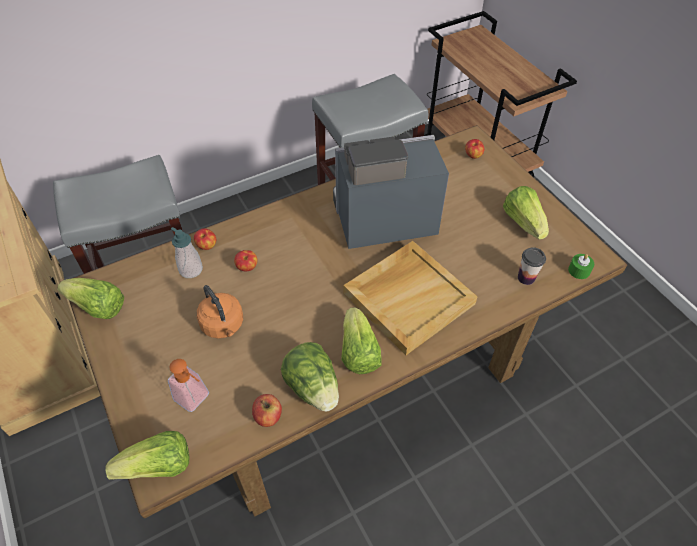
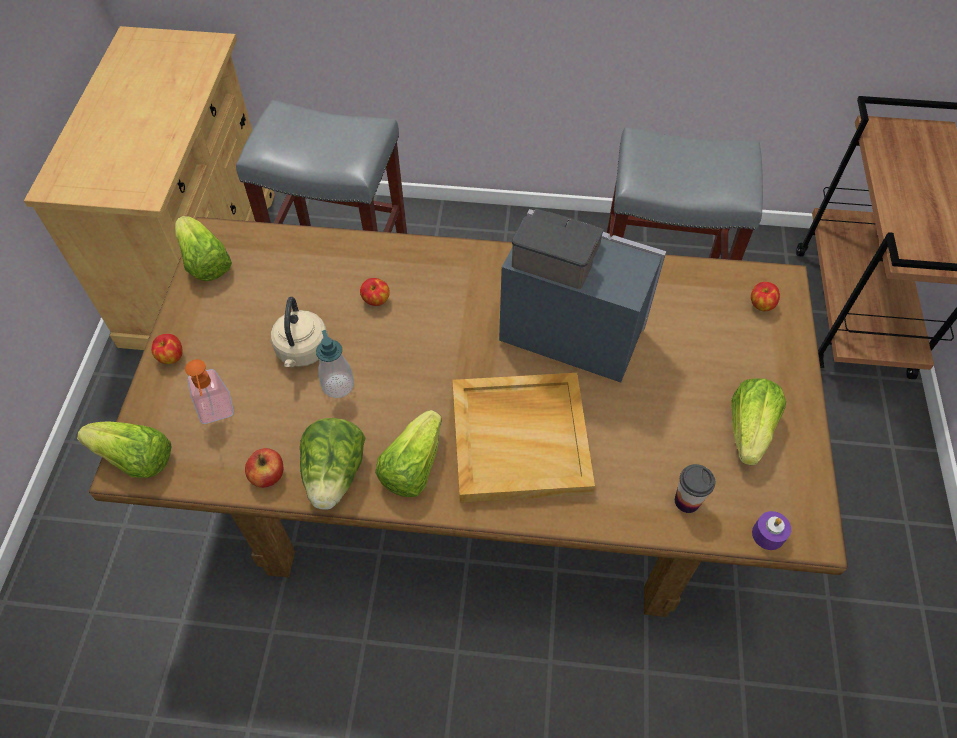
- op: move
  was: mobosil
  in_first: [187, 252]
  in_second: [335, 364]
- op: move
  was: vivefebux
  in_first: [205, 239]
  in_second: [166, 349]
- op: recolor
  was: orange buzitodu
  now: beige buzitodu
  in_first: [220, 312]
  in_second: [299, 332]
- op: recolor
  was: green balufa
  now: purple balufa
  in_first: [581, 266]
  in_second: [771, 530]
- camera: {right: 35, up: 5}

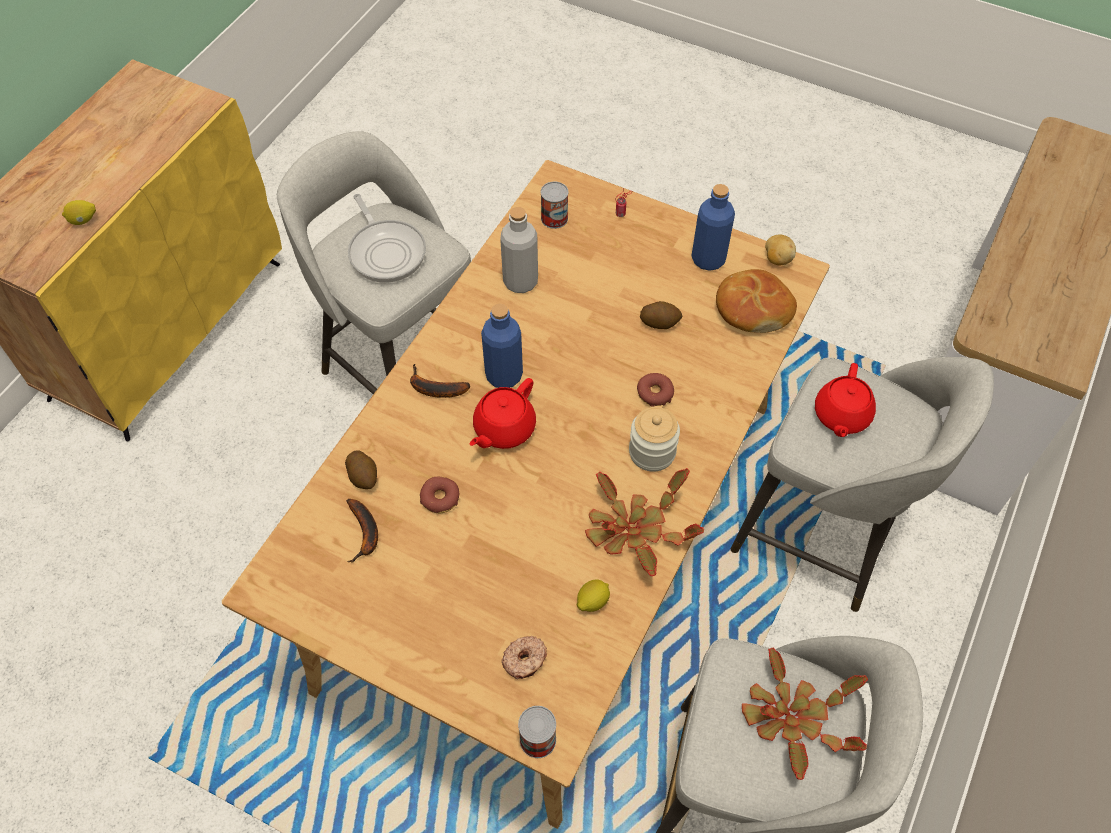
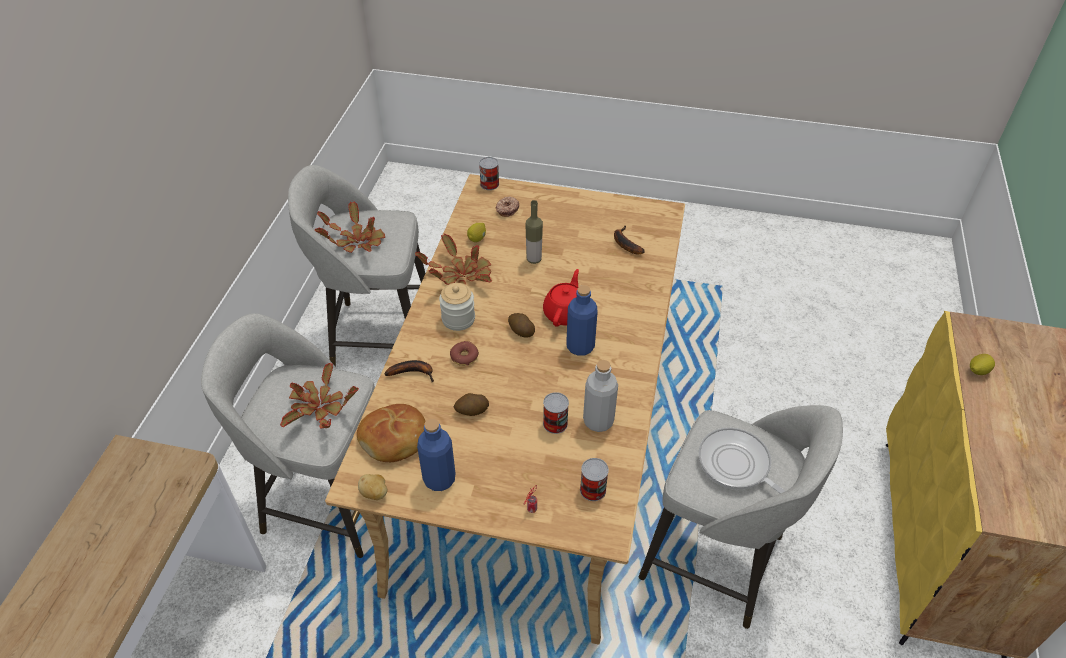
- op: delete
  was: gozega
  in_first: [439, 495]
- op: insert
  now: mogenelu
  in_second: [534, 232]
- op: insert
  now: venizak
  in_second: [556, 413]
- op: move
  was: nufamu
  in_first: [361, 469]
  in_second: [521, 325]
- op: move
  was: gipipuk
  in_first: [440, 381]
  in_second: [409, 371]
- op: replace
  was: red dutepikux
  now: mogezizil
  in_first: [845, 400]
  in_second: [319, 396]
- camera: {right: 165, up: -10}

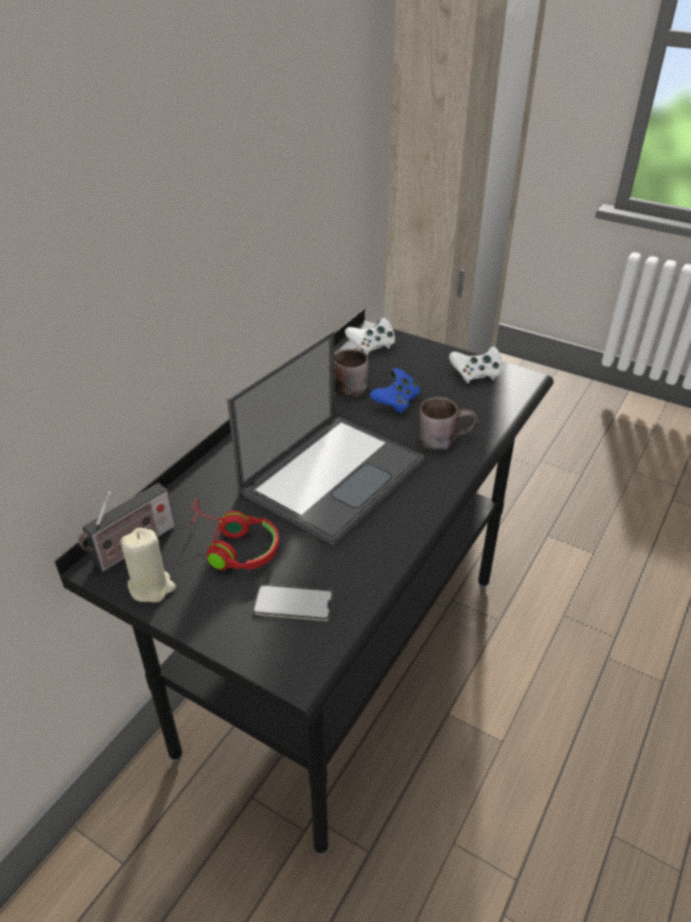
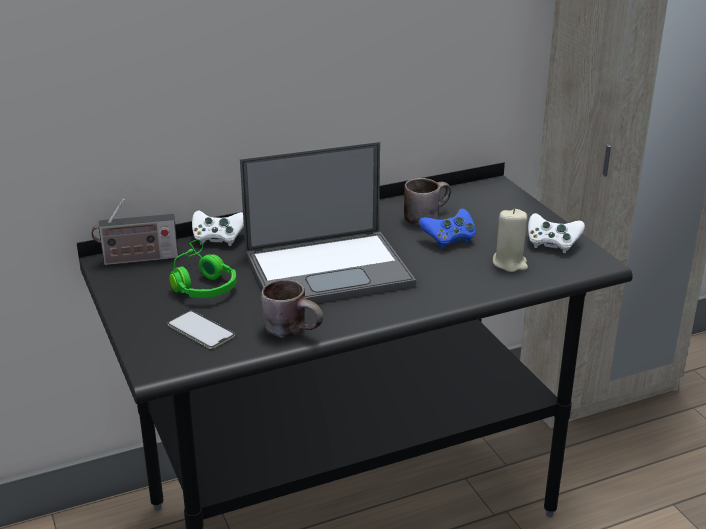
- op: move
  was: beige balufa
  in_first: [148, 565]
  in_second: [510, 240]
- op: move
  was: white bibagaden
  in_first: [370, 336]
  in_second: [218, 228]
- op: move
  was: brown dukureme
  in_first: [448, 424]
  in_second: [292, 308]
- op: recolor
  was: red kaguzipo
  now: green kaguzipo
  in_first: [234, 534]
  in_second: [203, 268]
- camera: {right: 35, up: -10}

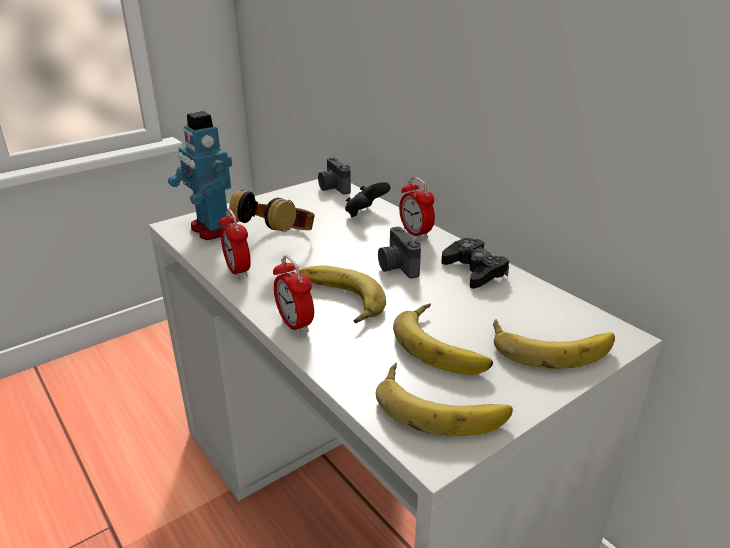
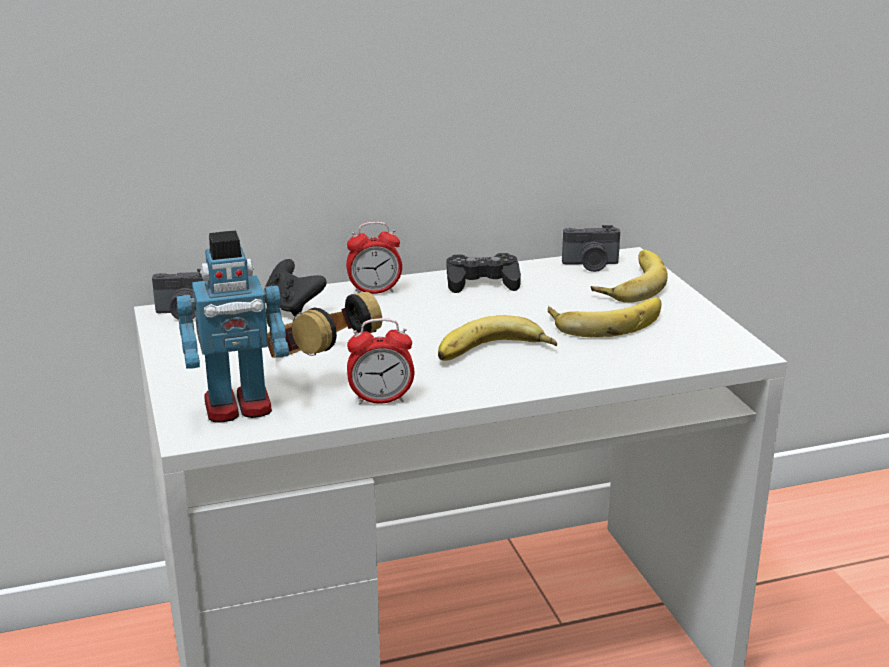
- op: delete
  was: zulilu
  in_first: [293, 295]
- op: delete
  was: gipipuk
  in_first: [444, 399]
- op: move
  was: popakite
  in_first: [399, 253]
  in_second: [591, 248]
- camera: {right: -70, up: -5}

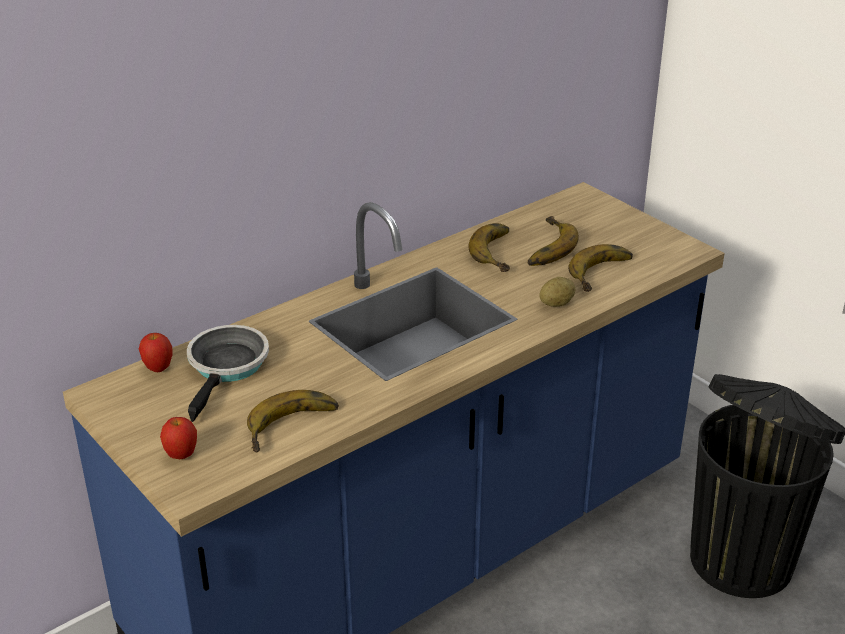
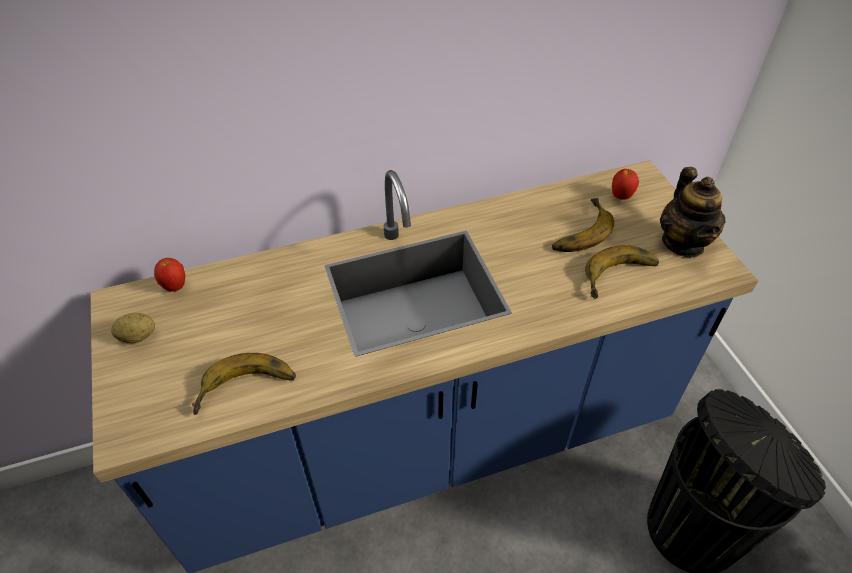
- op: delete
  was: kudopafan
  in_first: [228, 373]
- op: delete
  was: gipipuk
  in_first: [489, 247]
- op: insert
  now: dutepikux
  in_second: [693, 212]
- op: move
  was: vivefebux
  in_first: [178, 438]
  in_second: [625, 184]
- op: move
  was: nufamu
  in_first: [557, 292]
  in_second: [133, 328]
- camera: {right: 20, up: 15}

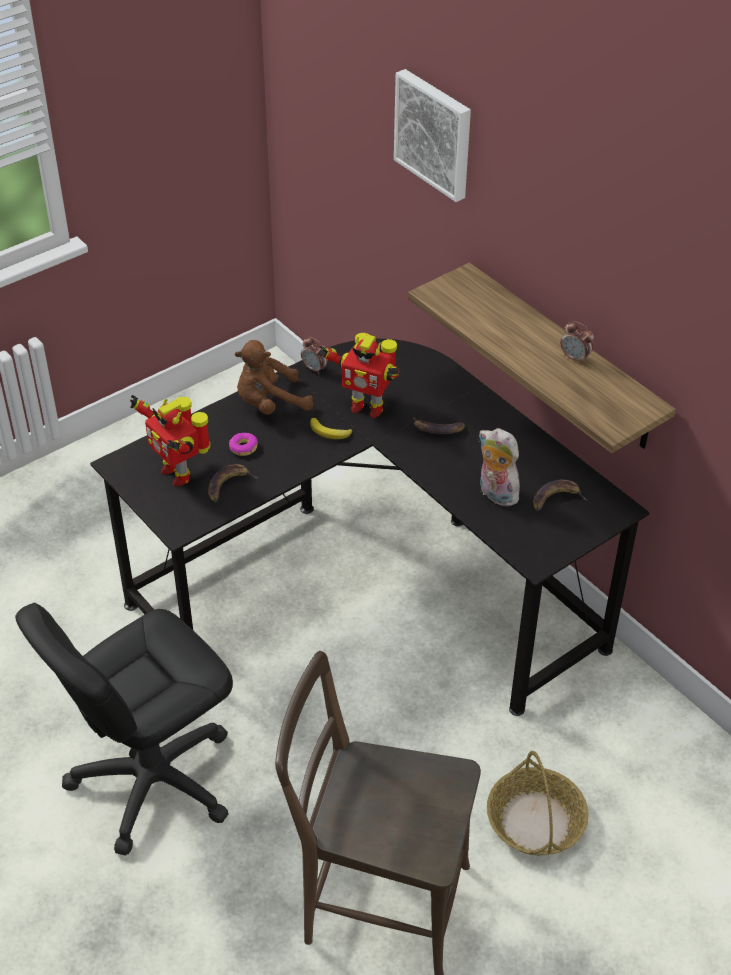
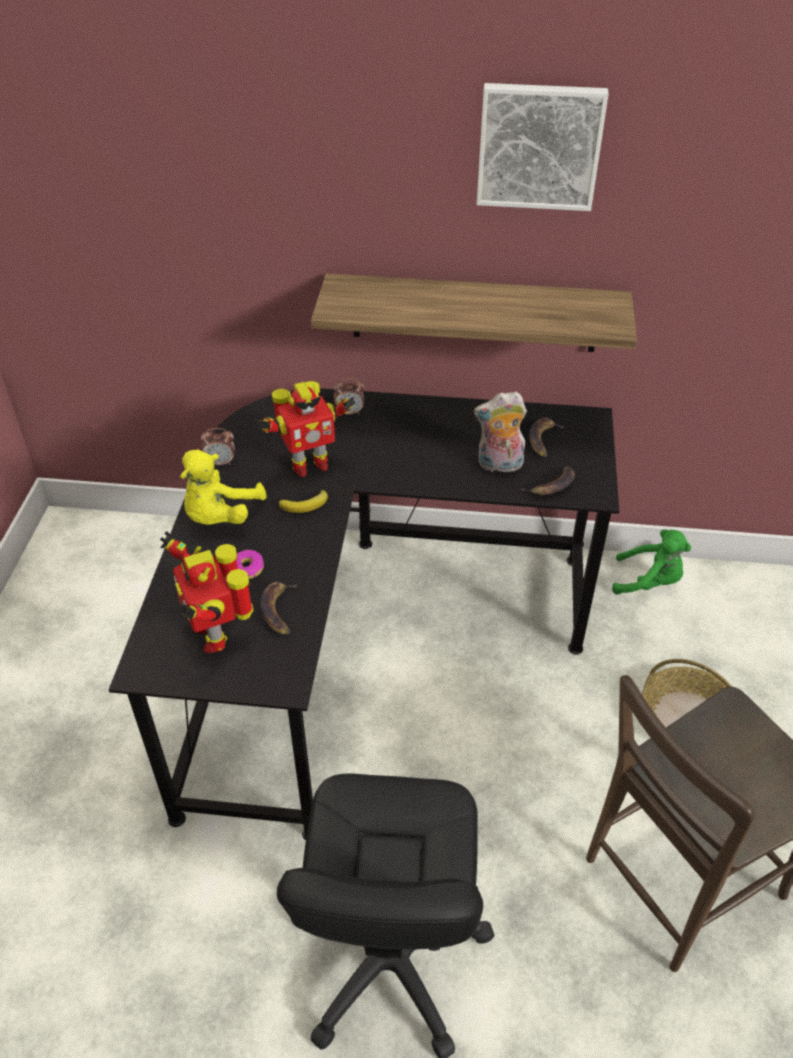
- op: insert
  now: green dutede
  in_second: [651, 562]
- op: move
  was: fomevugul
  in_first: [432, 135]
  in_second: [543, 147]
- op: move
  was: gipipuk
  in_first: [439, 425]
  in_second: [548, 480]
- op: move
  was: zulilu
  in_first: [577, 342]
  in_second: [349, 397]
- op: recolor
  was: brown dutede
  now: yellow dutede
  in_first: [274, 377]
  in_second: [223, 487]
- op: rotate
  was: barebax
  in_first: [170, 441]
  in_second: [206, 592]
  clockwise: 60
- camera: {right: -45, up: 0}

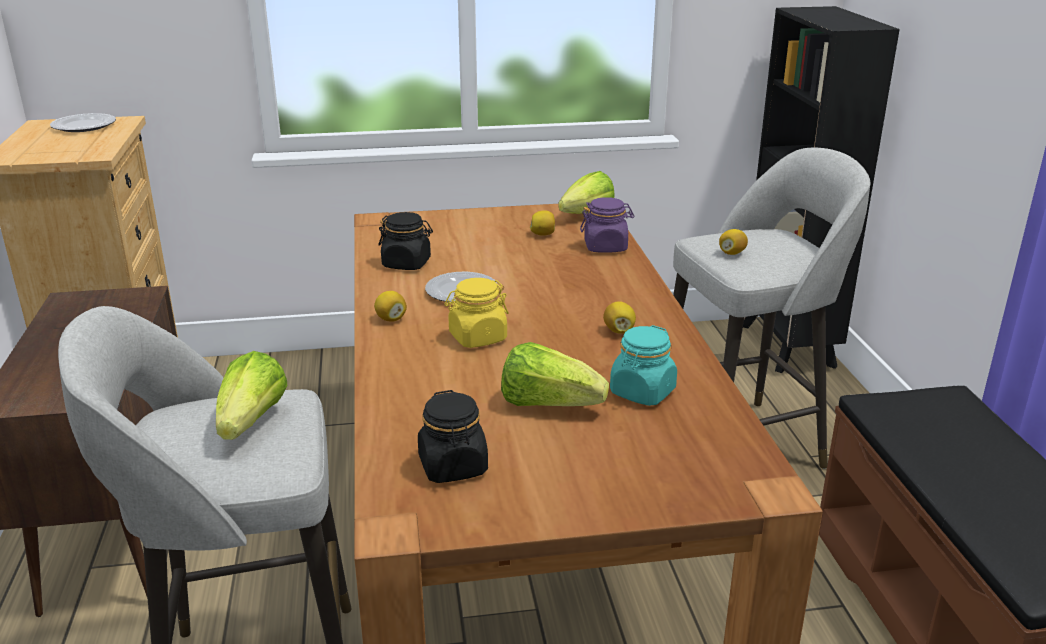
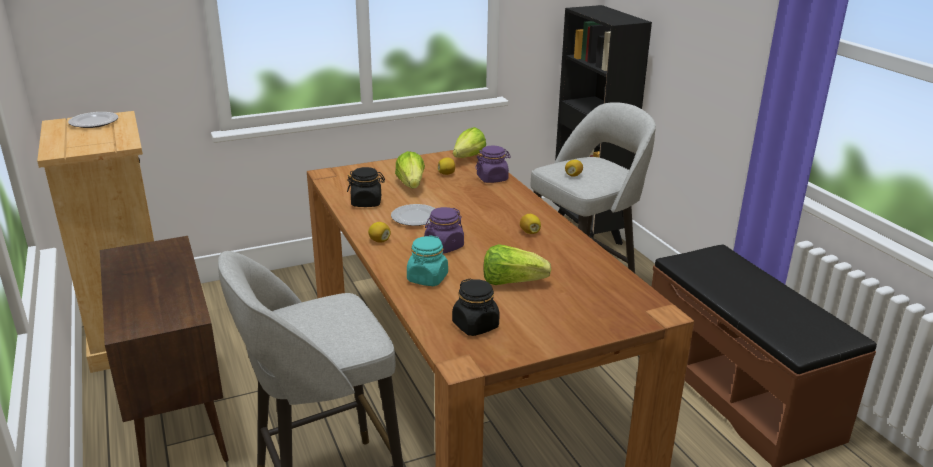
- op: move
  was: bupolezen
  in_first: [251, 395]
  in_second: [410, 169]
- op: move
  was: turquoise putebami
  in_first: [643, 365]
  in_second: [427, 260]
- op: recolor
  was: yellow putebami
  now: purple putebami
  in_first: [476, 313]
  in_second: [444, 230]
- camera: {right: -15, up: 0}

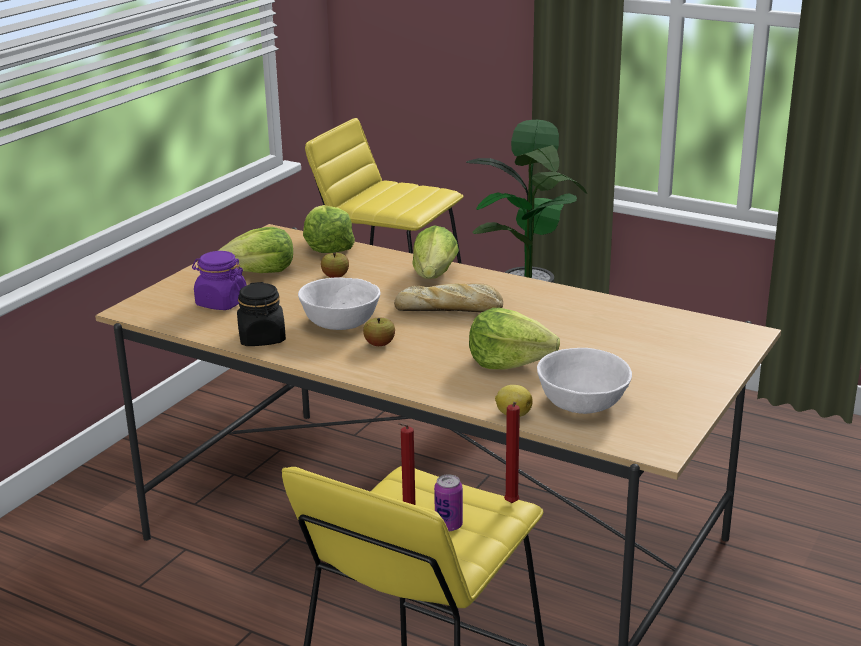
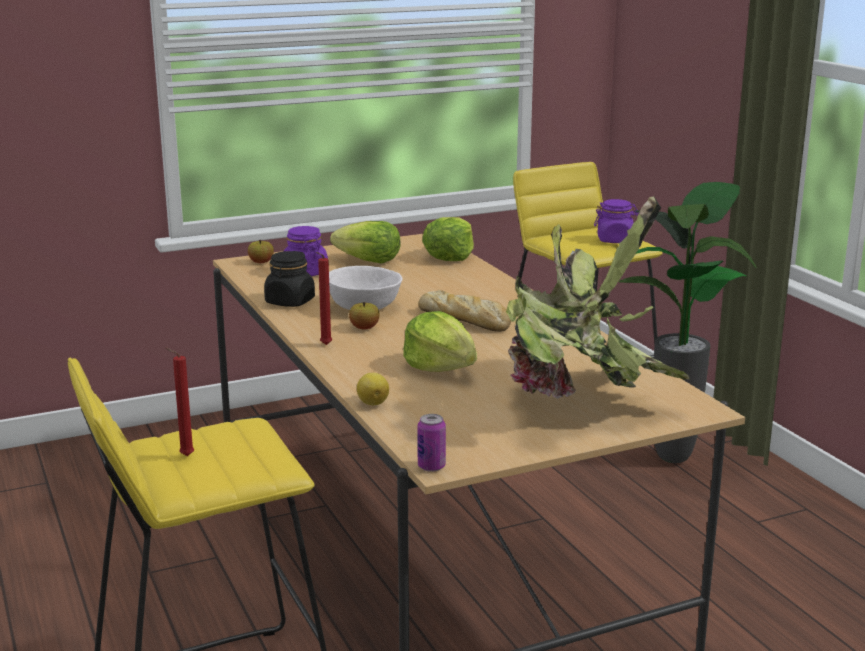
- op: delete
  was: bupolezen
  in_first: [435, 252]
- op: delete
  was: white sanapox
  in_first: [584, 381]
- op: insert
  now: mogezizil
  in_second: [598, 297]
- op: insert
  now: purple putebami
  in_second: [616, 221]
- op: move
  was: vivefebux
  in_first: [335, 265]
  in_second: [261, 251]
- op: move
  was: venizak
  in_first: [448, 502]
  in_second: [431, 443]
- op: move
  was: red balufa
  in_first: [512, 452]
  in_second: [324, 298]
- camera: {right: 35, up: -5}

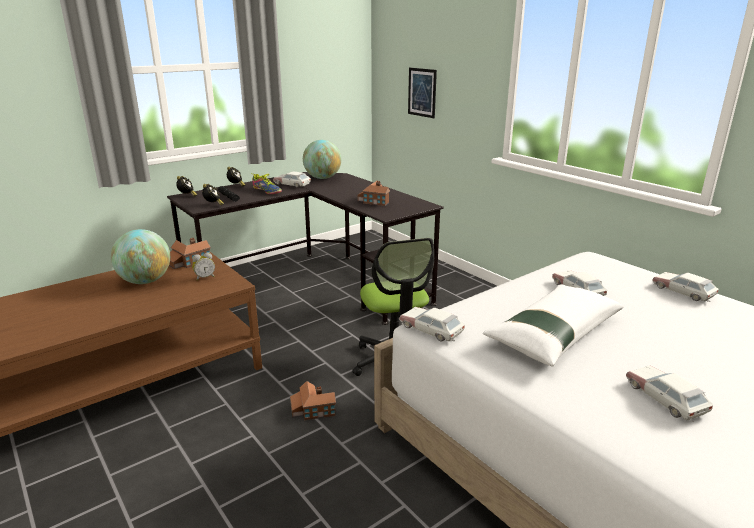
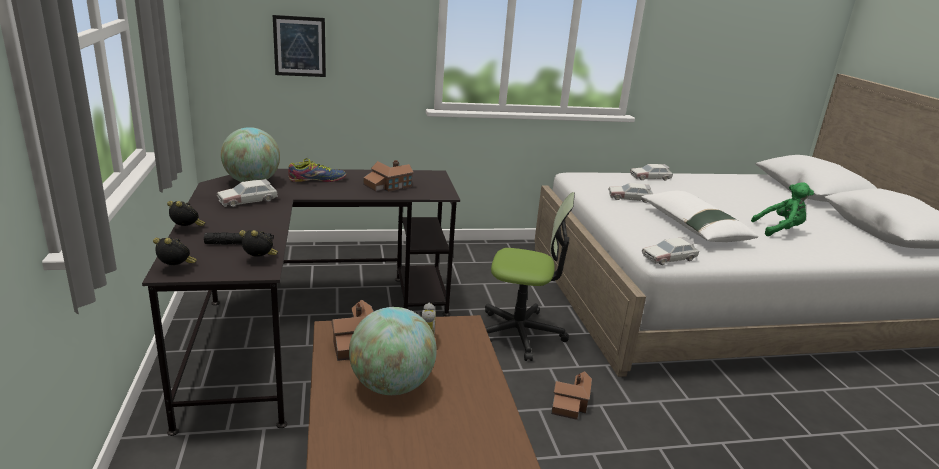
- op: move
  was: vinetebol
  in_first: [266, 183]
  in_second: [317, 170]
- op: replace
  was: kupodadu
  now: green dutede
  in_first: [669, 393]
  in_second: [782, 209]
- camera: {right: -65, up: 0}

